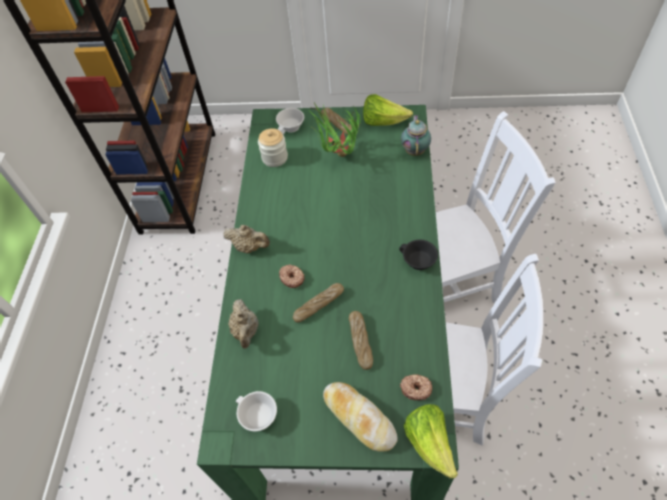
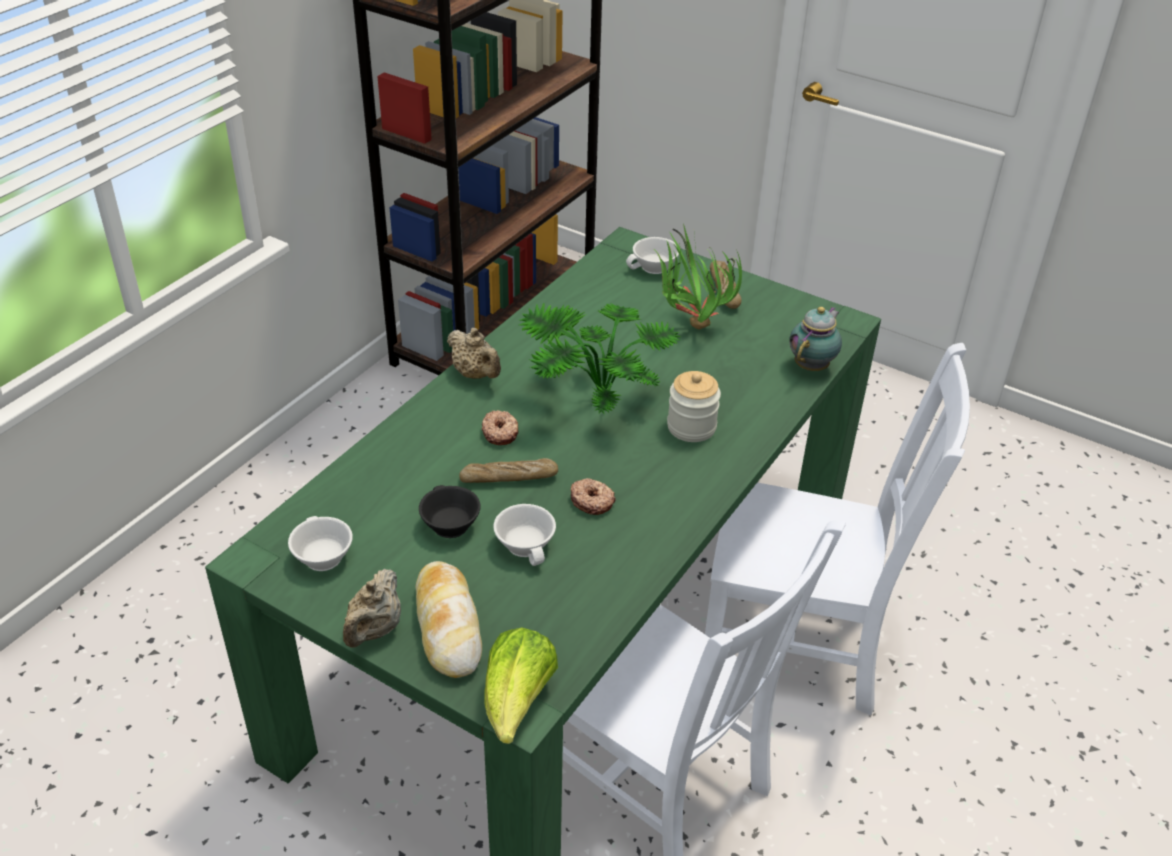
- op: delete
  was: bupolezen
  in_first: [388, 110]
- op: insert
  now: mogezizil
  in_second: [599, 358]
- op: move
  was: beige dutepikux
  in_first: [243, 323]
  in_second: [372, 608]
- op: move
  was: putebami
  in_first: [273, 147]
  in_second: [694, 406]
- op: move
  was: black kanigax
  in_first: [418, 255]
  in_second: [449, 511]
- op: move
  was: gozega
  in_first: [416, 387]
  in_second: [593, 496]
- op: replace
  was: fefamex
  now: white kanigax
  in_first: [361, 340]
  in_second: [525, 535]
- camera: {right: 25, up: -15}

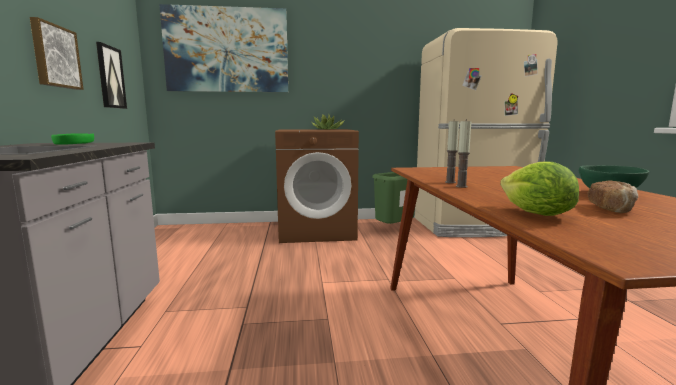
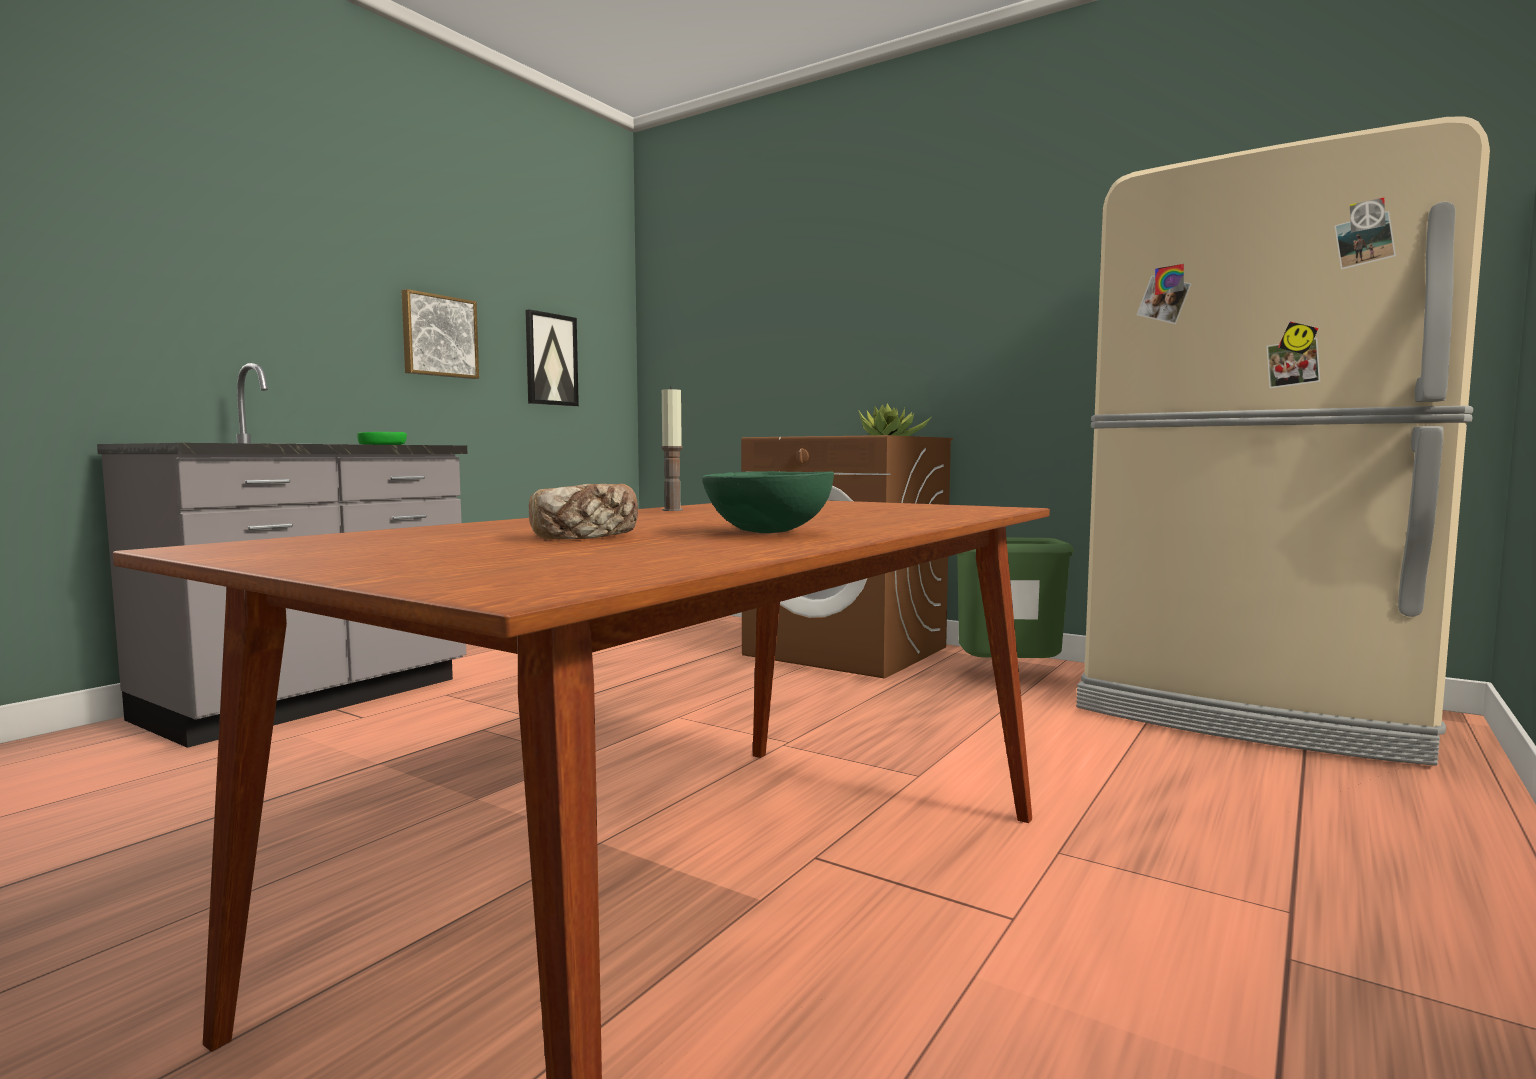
- op: delete
  was: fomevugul
  in_first: [223, 48]
- op: delete
  was: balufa
  in_first: [464, 153]
- op: delete
  was: bupolezen
  in_first: [539, 188]
- camera: {right: 40, up: -5}

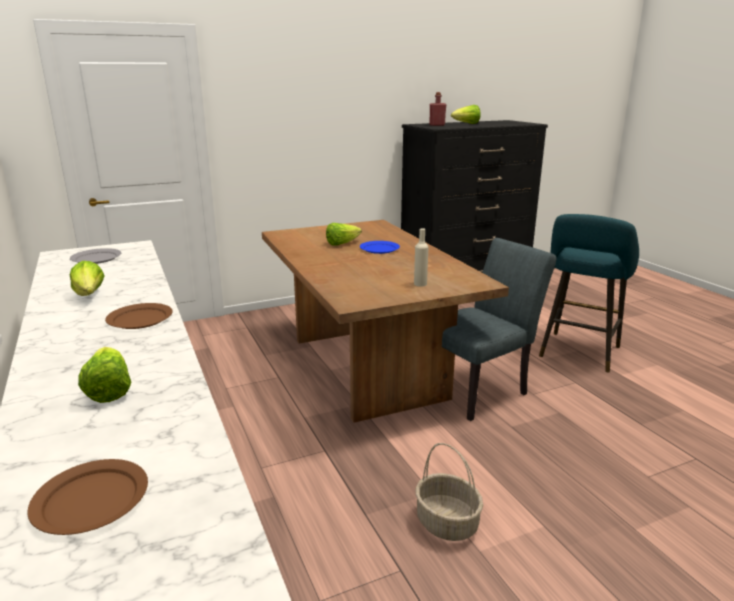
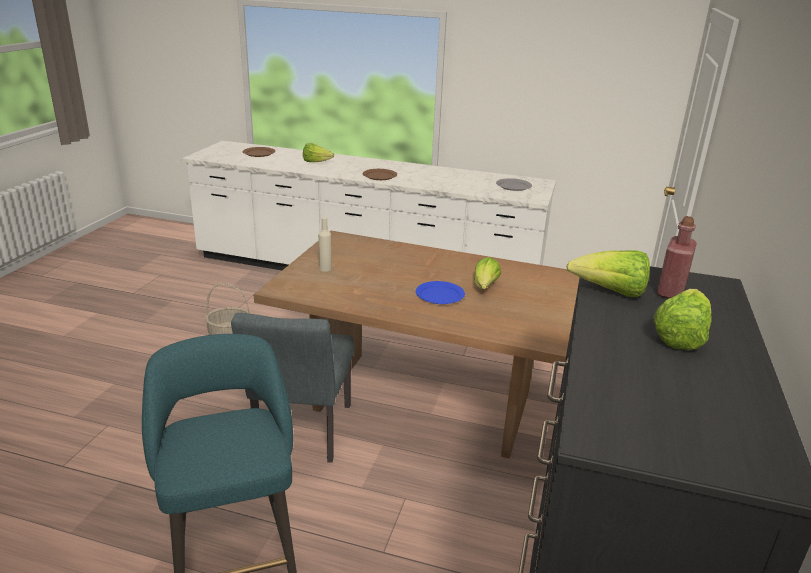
- op: move
  was: bupolezen
  in_first: [87, 278]
  in_second: [608, 273]
- camera: {right: 130, up: 5}

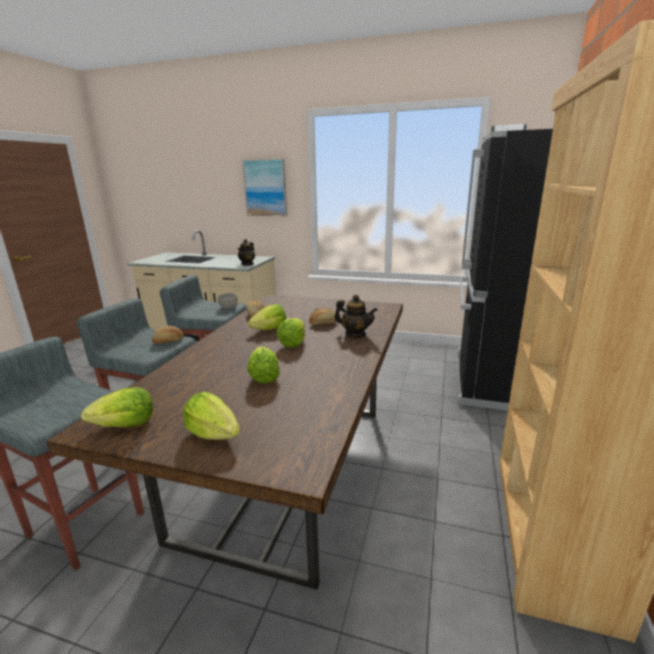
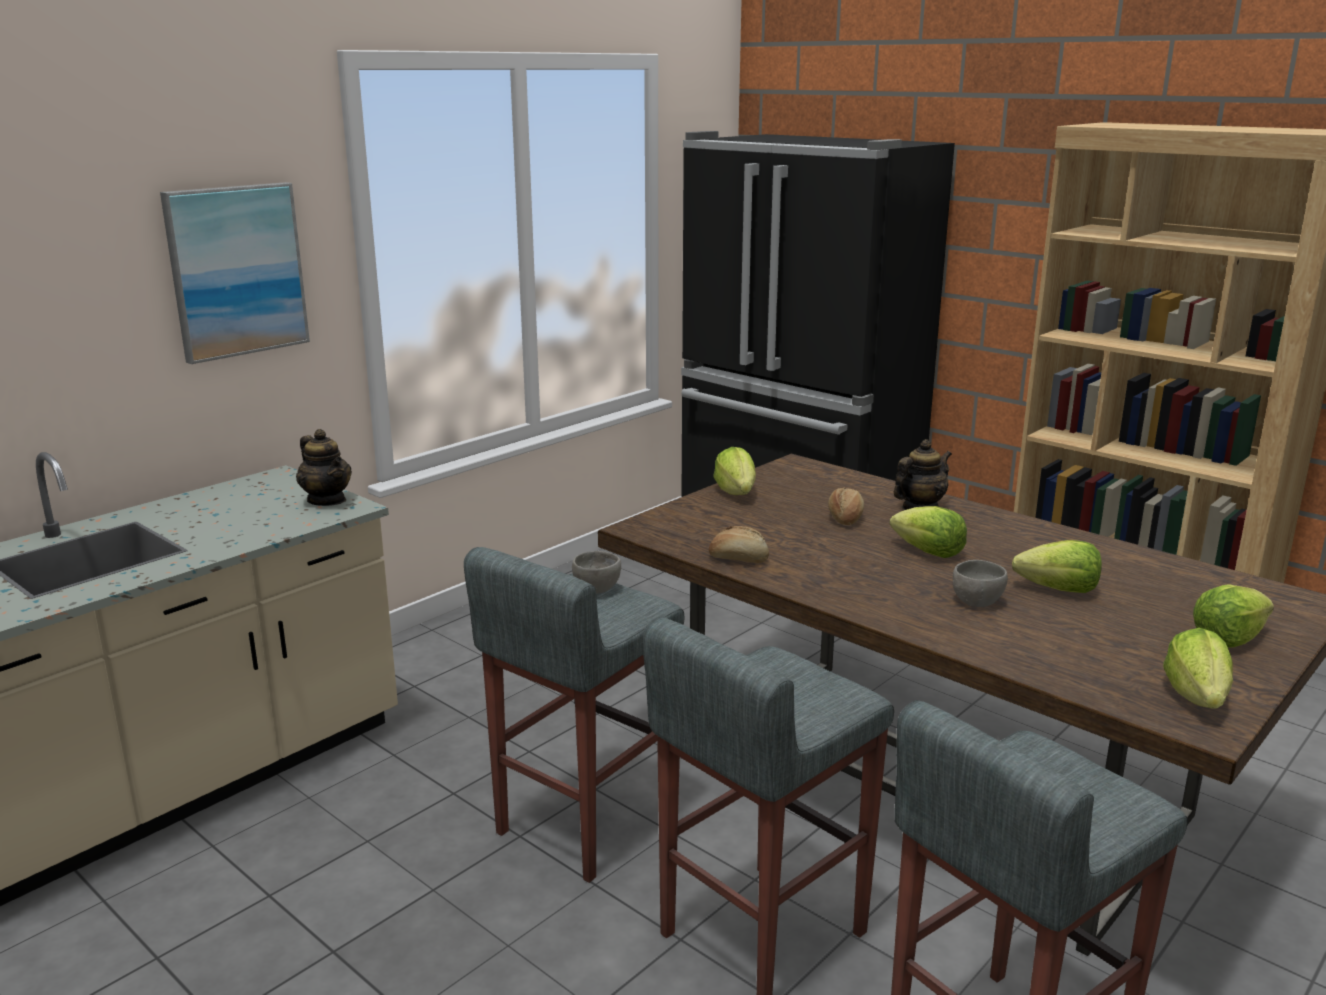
- op: delete
  was: fefamex
  in_first: [168, 335]
- op: insert
  now: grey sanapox
  in_second: [980, 583]
- op: move
  was: bupolezen
  in_first: [267, 317]
  in_second: [734, 471]
- camera: {right: -65, up: 0}

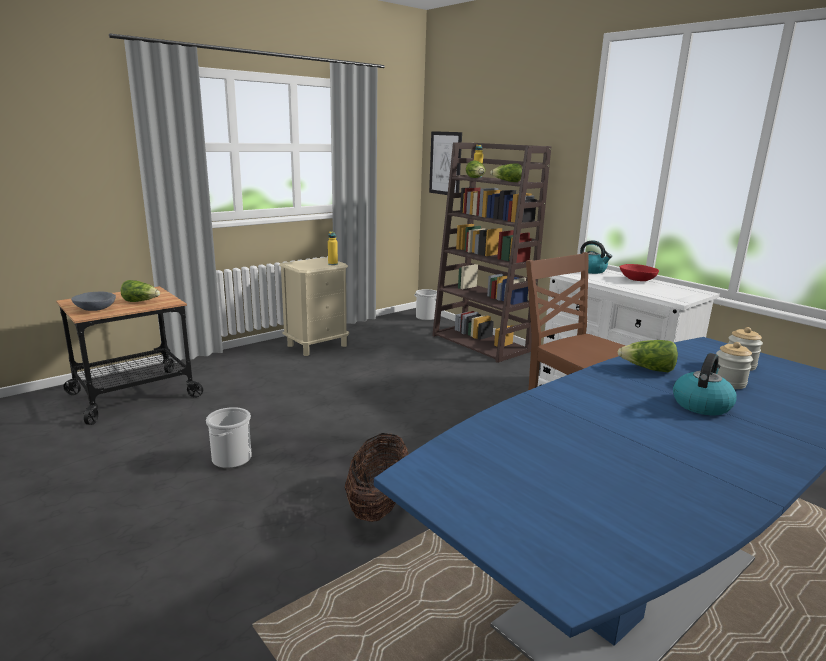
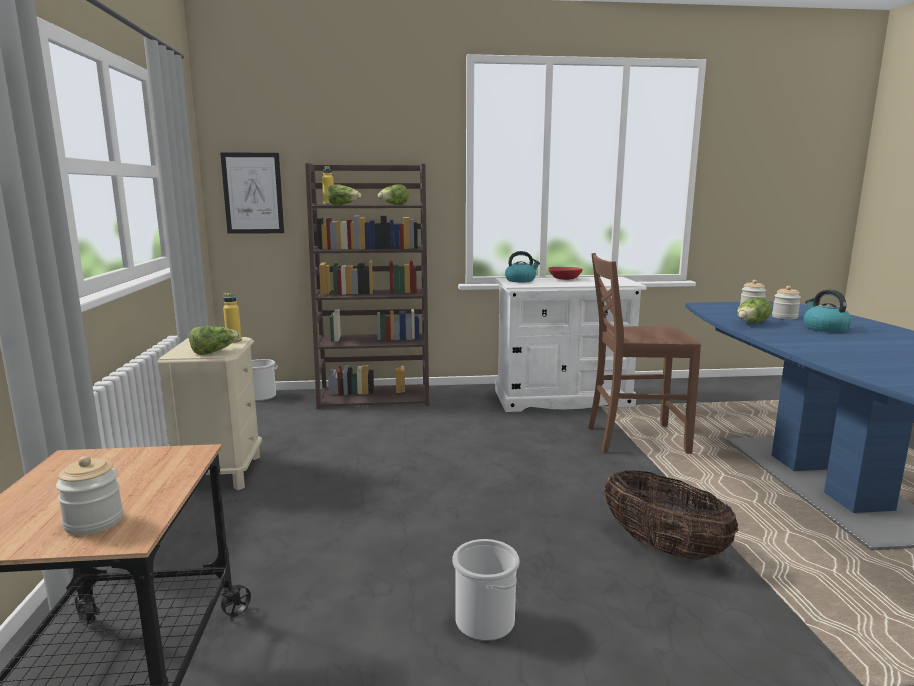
- op: move
  was: bupolezen
  in_first: [140, 291]
  in_second: [214, 340]
- op: replace
  was: grey sanapox
  now: putebami
  in_first: [93, 301]
  in_second: [89, 495]
- camera: {right: -55, up: -5}

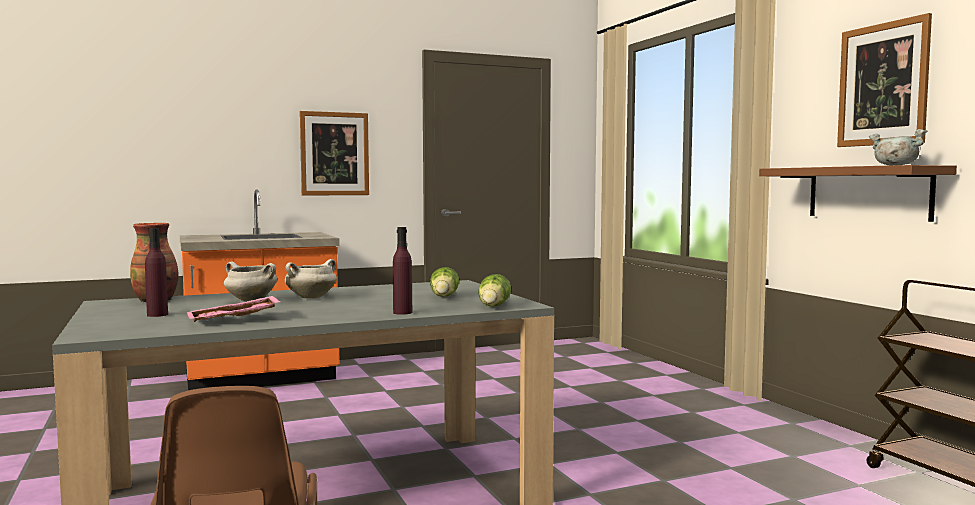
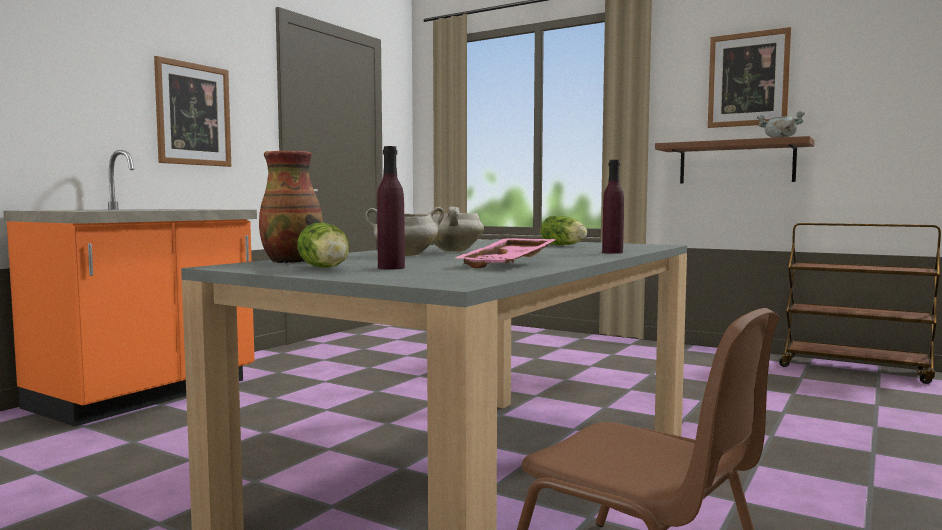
- op: move
  was: bupolezen
  in_first: [494, 290]
  in_second: [323, 245]
- camera: {right: -35, up: 0}

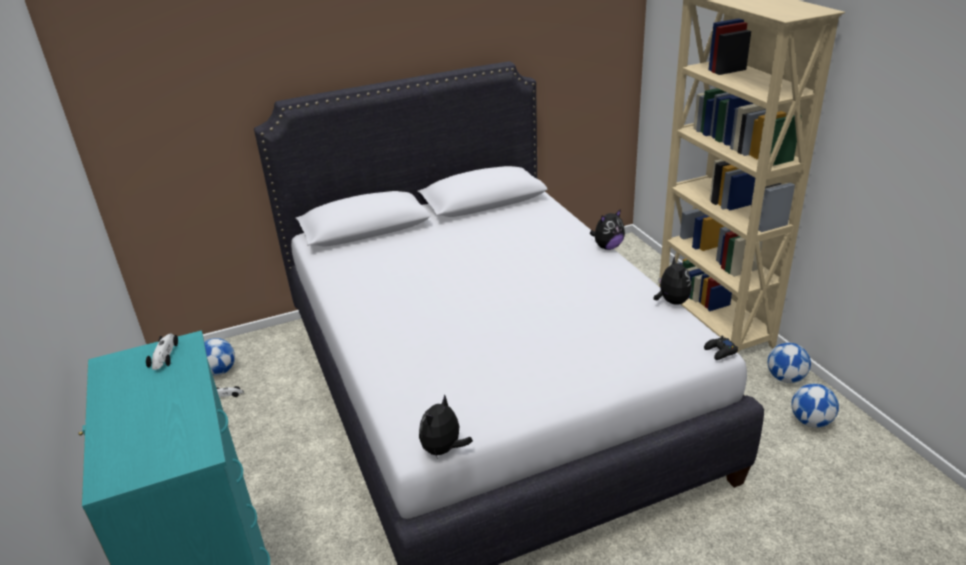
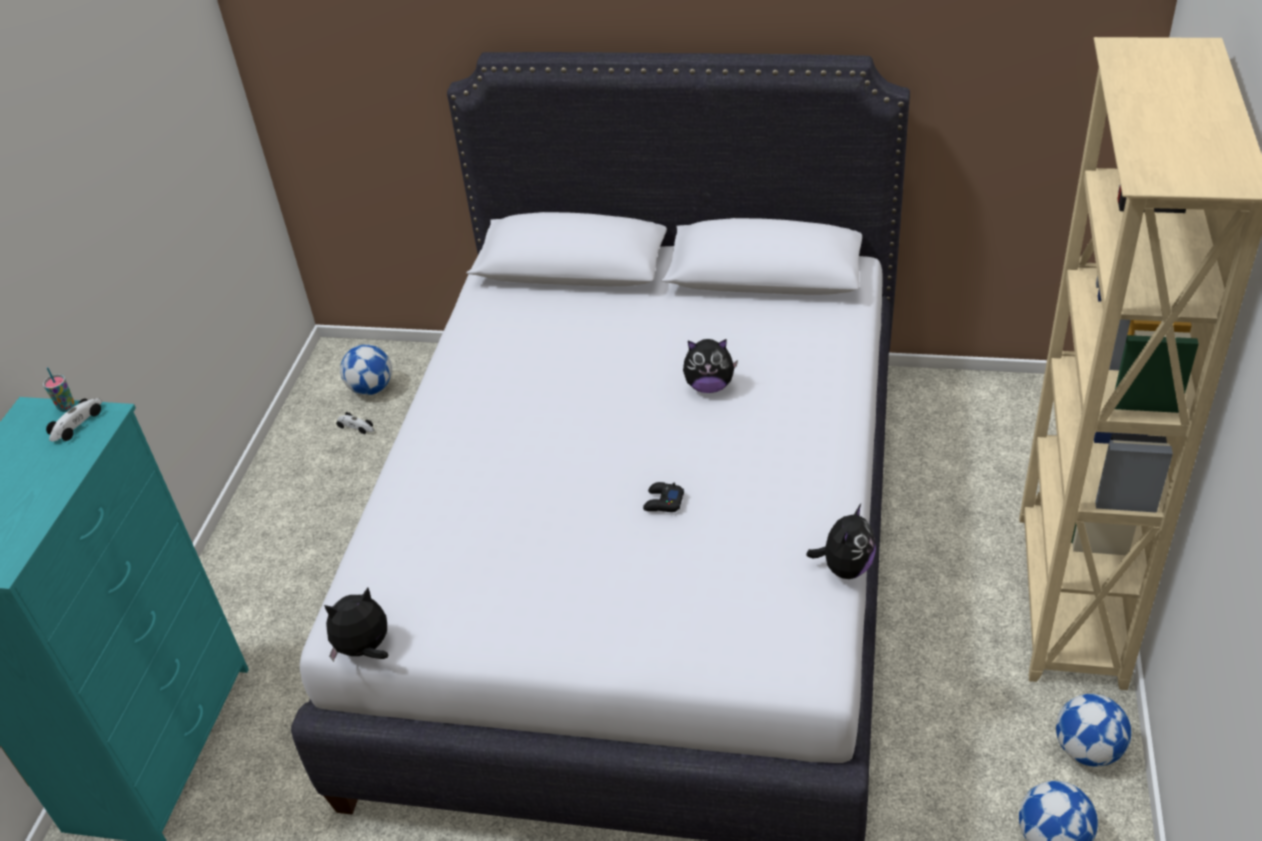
- op: insert
  now: kanigax
  in_second: [58, 389]
- op: move
  was: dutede
  in_first: [607, 229]
  in_second: [710, 366]
- op: move
  was: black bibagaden
  in_first: [721, 348]
  in_second: [663, 497]
- camera: {right: 35, up: 10}

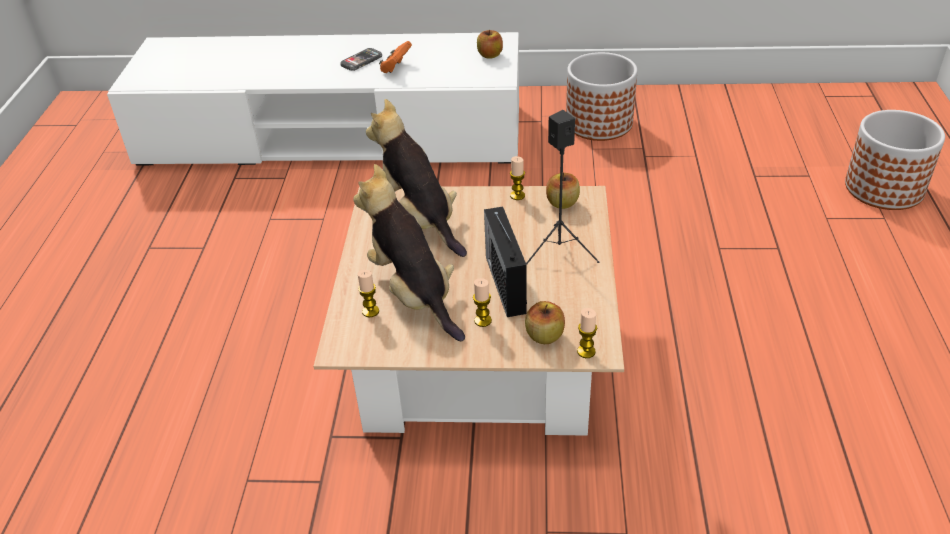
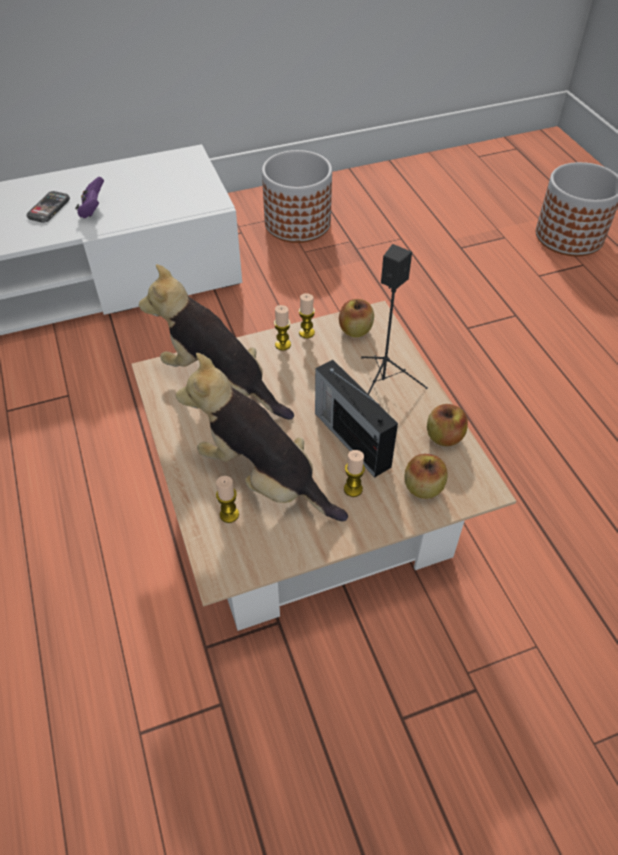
- op: move
  was: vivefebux
  in_first: [490, 44]
  in_second: [447, 425]
- op: move
  was: balufa
  in_first: [587, 333]
  in_second: [282, 327]
- op: recolor
  was: orange bibagaden
  now: purple bibagaden
  in_first: [395, 57]
  in_second: [90, 197]
- camera: {right: -25, up: 10}

